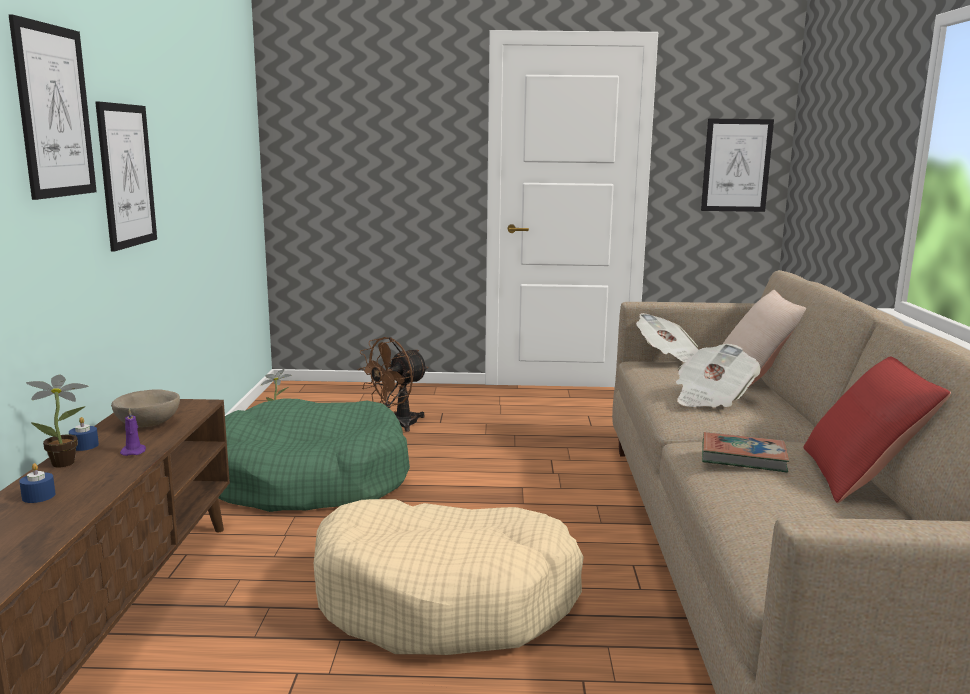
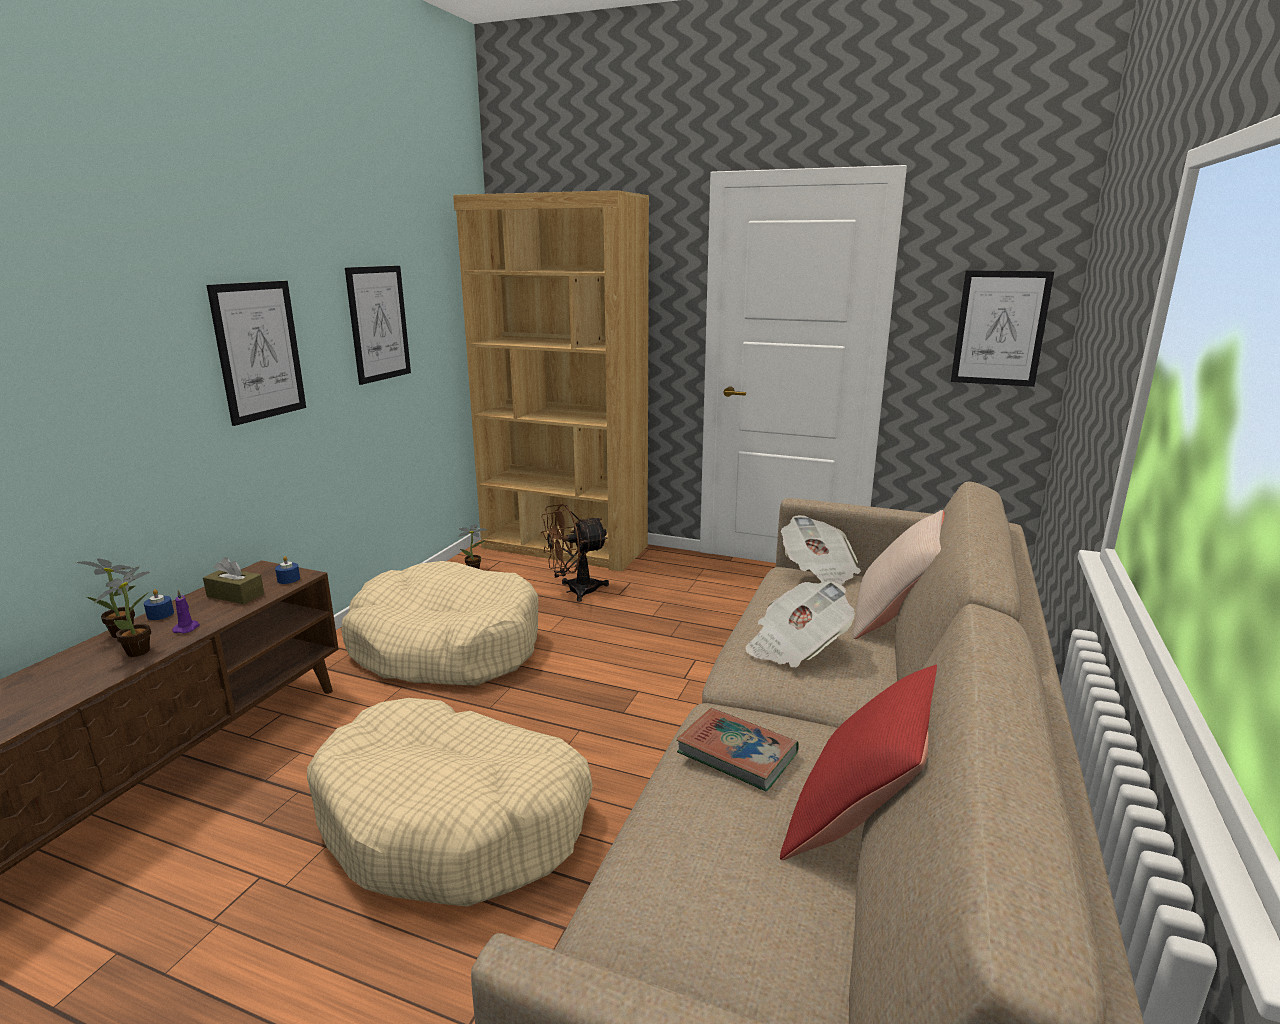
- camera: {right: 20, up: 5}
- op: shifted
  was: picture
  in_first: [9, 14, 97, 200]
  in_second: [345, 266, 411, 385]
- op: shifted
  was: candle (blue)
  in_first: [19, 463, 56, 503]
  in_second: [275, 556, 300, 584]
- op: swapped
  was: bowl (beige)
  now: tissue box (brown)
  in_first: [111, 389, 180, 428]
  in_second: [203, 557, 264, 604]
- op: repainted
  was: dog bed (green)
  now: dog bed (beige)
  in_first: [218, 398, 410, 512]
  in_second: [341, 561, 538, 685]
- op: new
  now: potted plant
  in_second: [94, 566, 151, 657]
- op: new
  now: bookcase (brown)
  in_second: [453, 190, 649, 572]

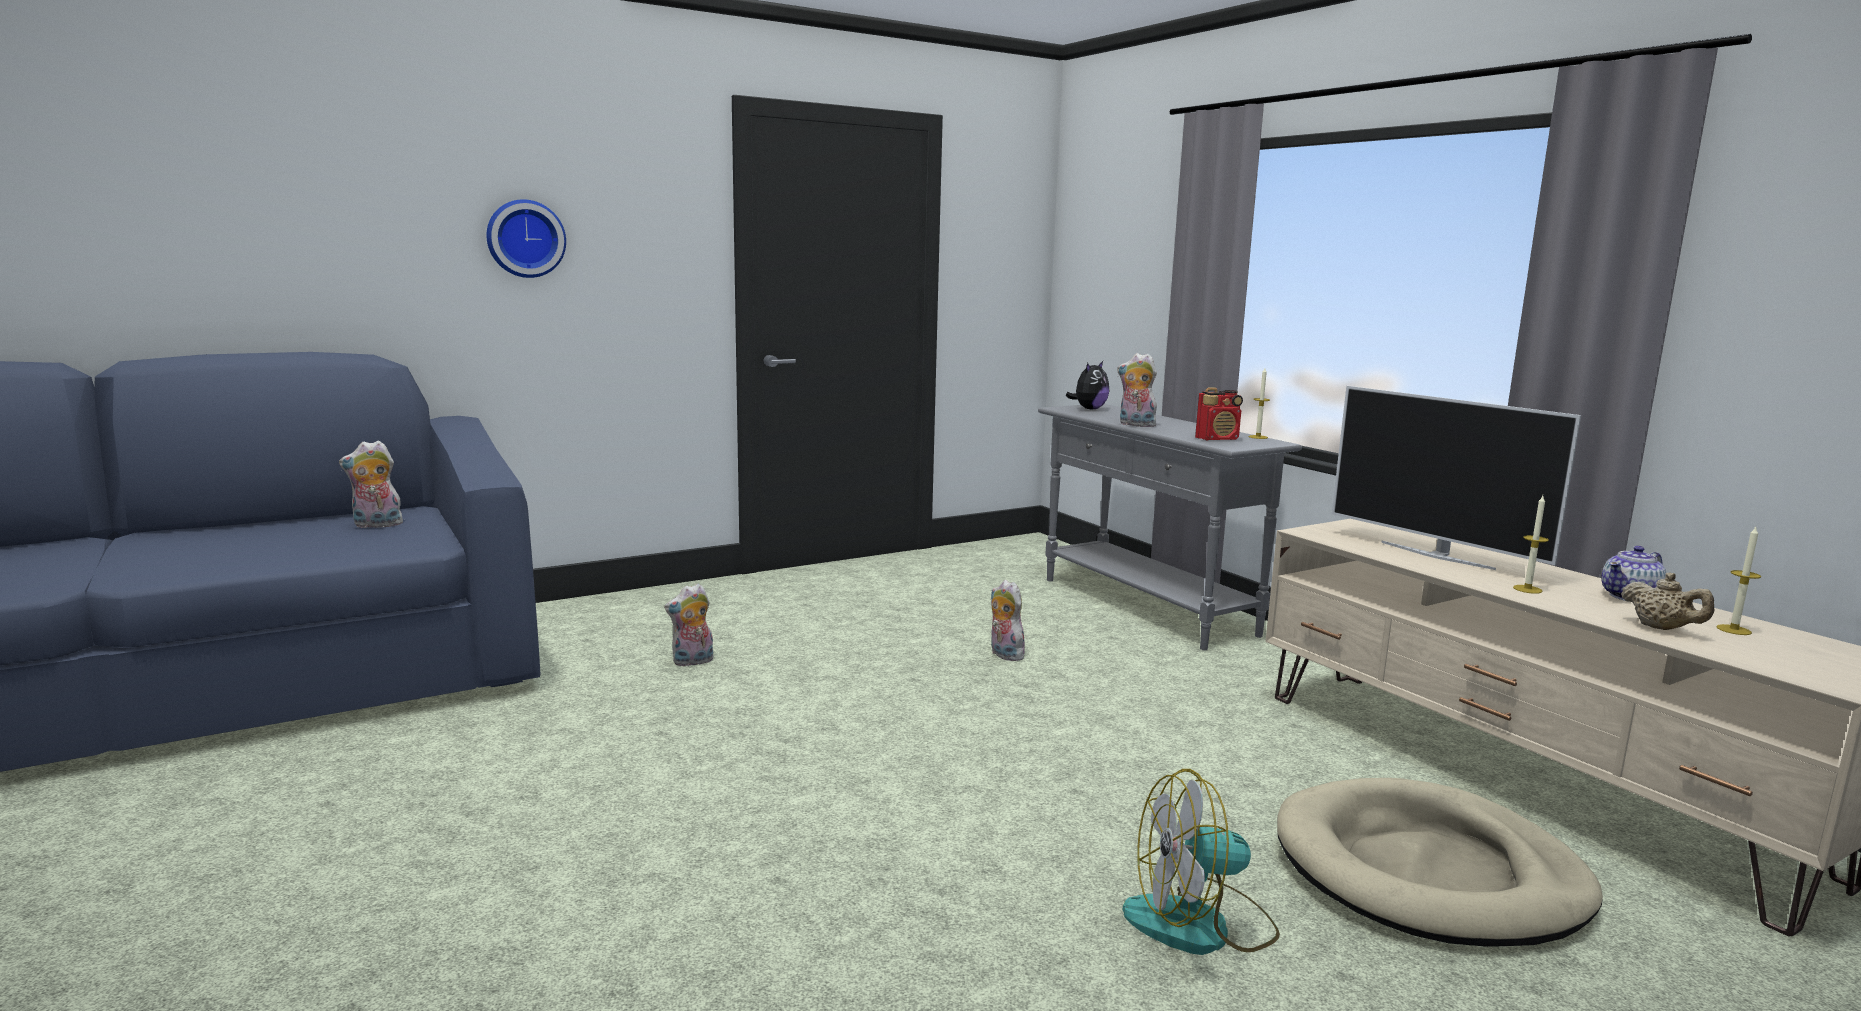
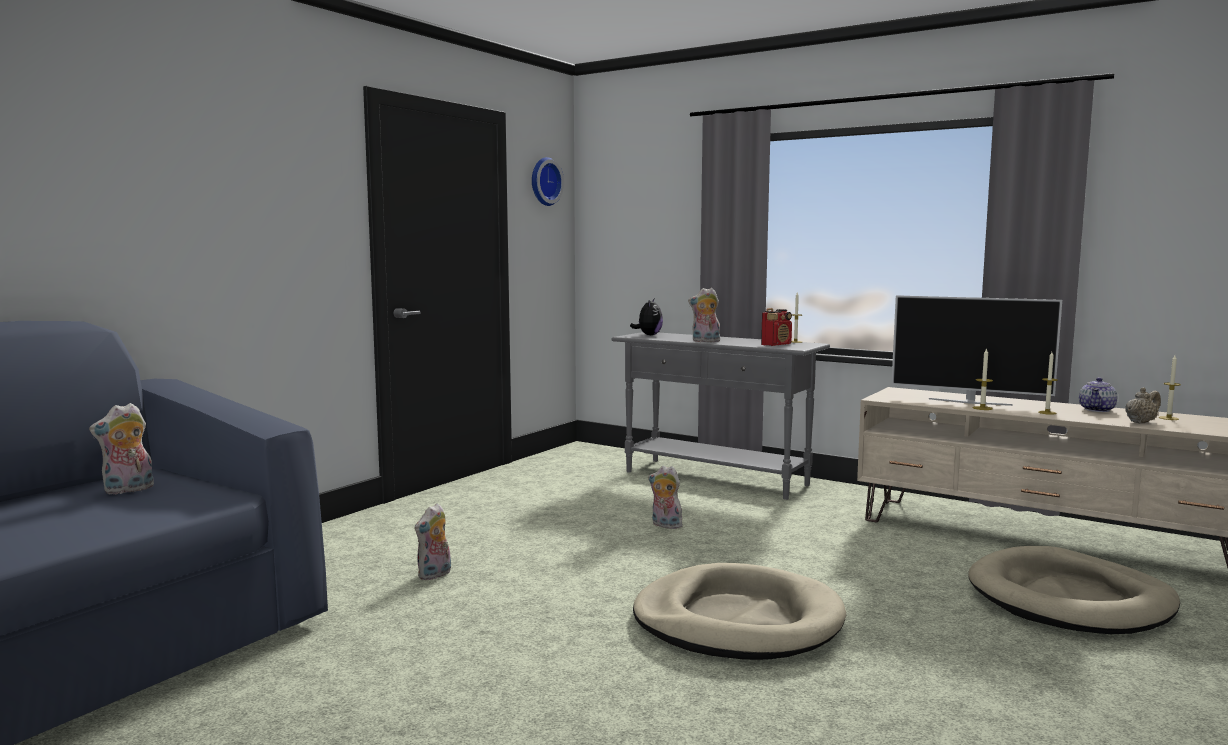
- camera: {right: -25, up: -5}
- op: shifted
  was: wall clock
  in_first: [486, 199, 566, 278]
  in_second: [532, 157, 564, 206]
- op: gone
  was: fan
  in_first: [1123, 769, 1280, 955]
- op: rotated
  was: teapot (beige)
  in_first: [1621, 573, 1715, 630]
  in_second: [1125, 387, 1161, 423]
  clockwise: -60
- op: new
  now: dog bed (beige)
  in_second: [633, 563, 847, 660]
- op: new
  now: candle
  in_second: [972, 348, 993, 410]

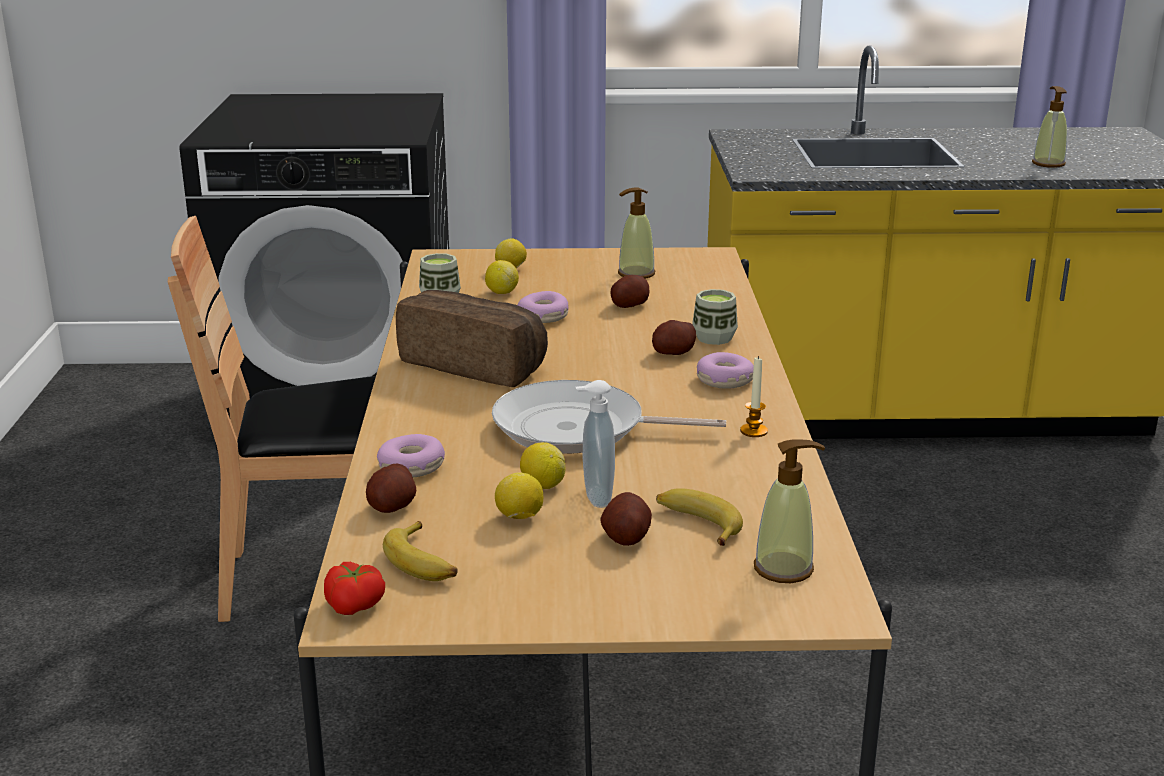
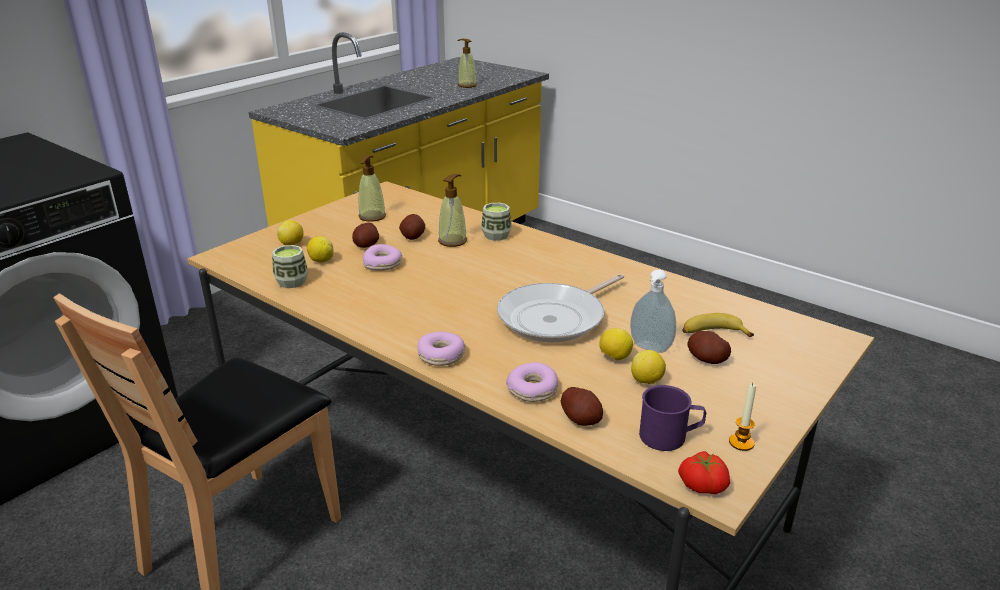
- camera: {right: -50, up: 5}
- op: swapped
  was: banana
  now: mug (purple)
  in_first: [383, 521, 458, 581]
  in_second: [639, 385, 706, 451]
- op: gone
  was: bread
  in_first: [396, 290, 548, 387]
- op: shifted
  was: potato
  in_first: [652, 320, 696, 355]
  in_second: [352, 223, 379, 248]
- op: shifted
  was: donut
  in_first: [697, 352, 754, 389]
  in_second: [417, 332, 466, 366]
- op: shifted
  was: candle
  in_first: [740, 356, 768, 437]
  in_second: [729, 383, 756, 451]
- op: shifted
  was: soap dispenser
  in_first: [754, 440, 825, 583]
  in_second: [438, 174, 467, 247]

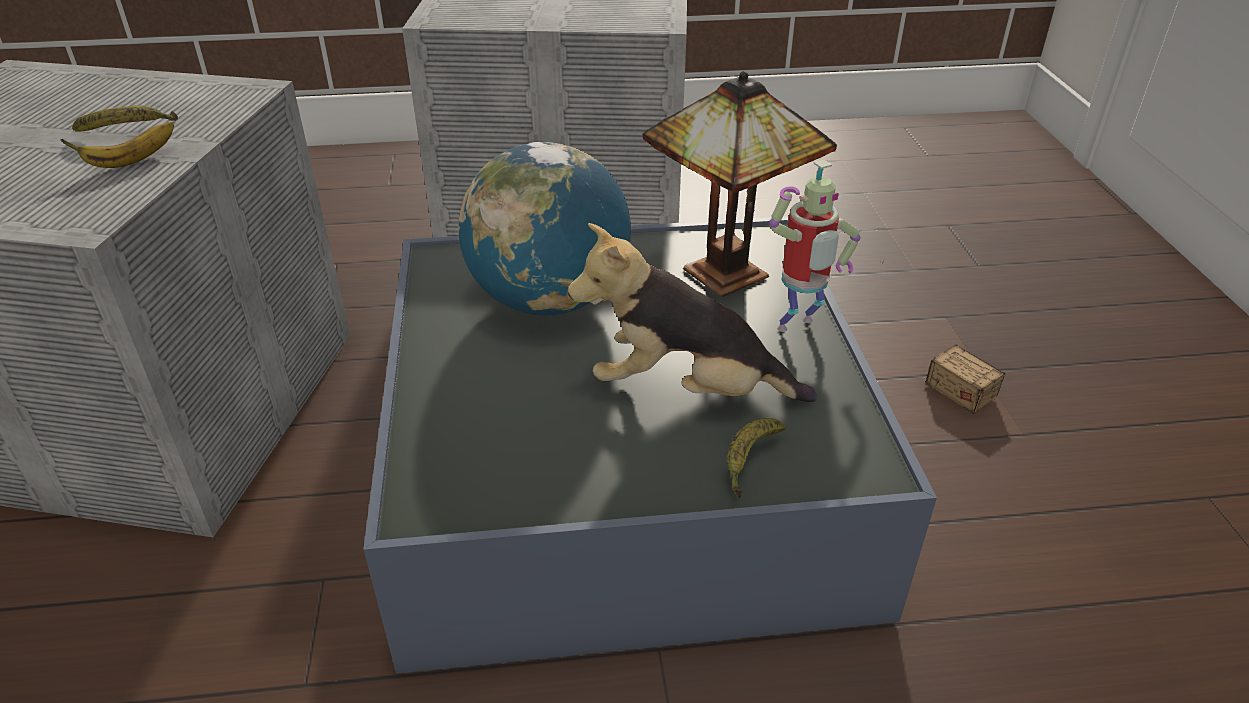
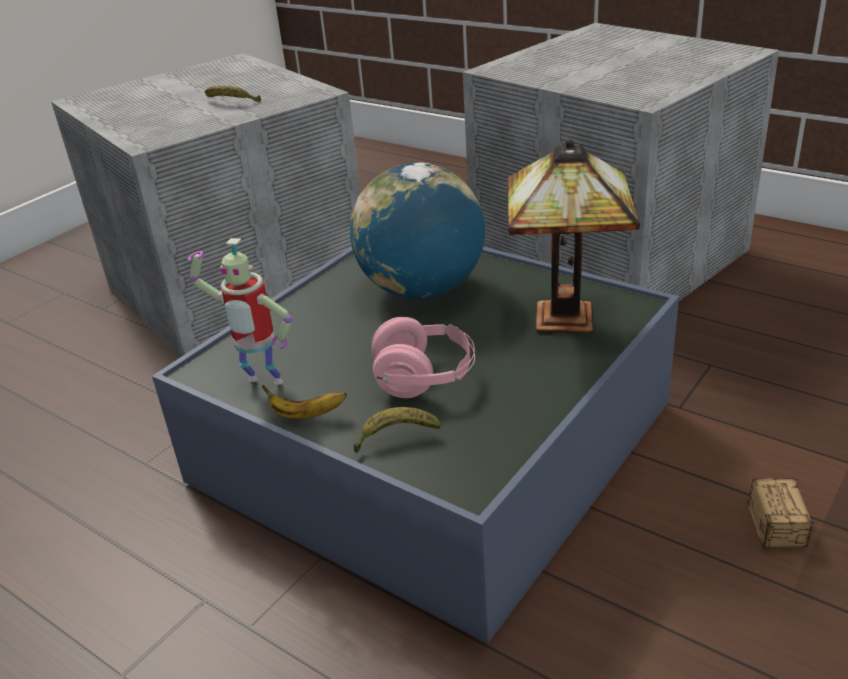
- camera: {right: 45, up: -5}
- op: shifted
  was: banana
  in_first: [60, 122, 174, 168]
  in_second: [261, 385, 347, 419]
- op: swapped
  was: plush toy
  now: headphones (pink)
  in_first: [568, 223, 817, 402]
  in_second: [371, 317, 475, 398]
- op: shifted
  was: toy robot
  in_first: [769, 160, 860, 332]
  in_second: [188, 238, 292, 385]

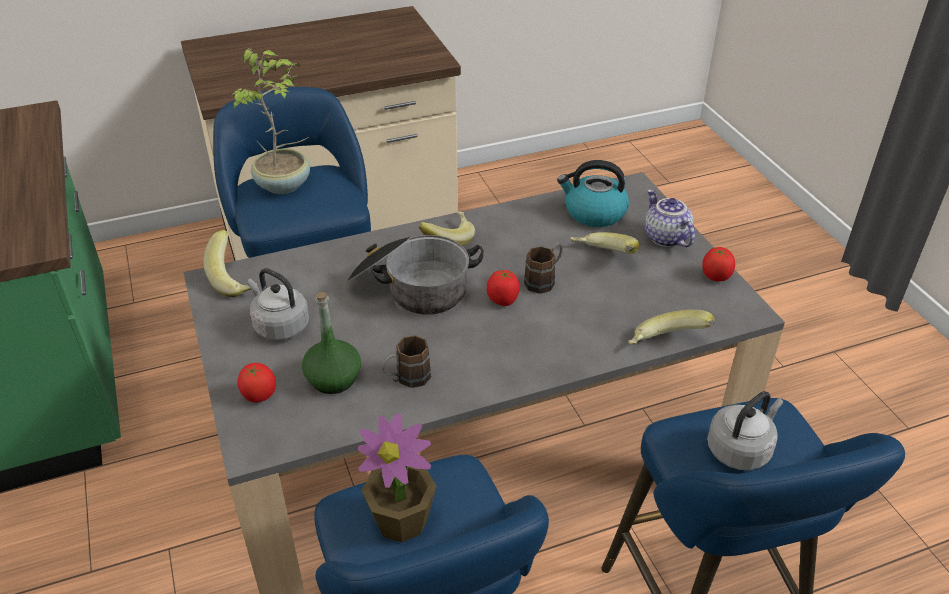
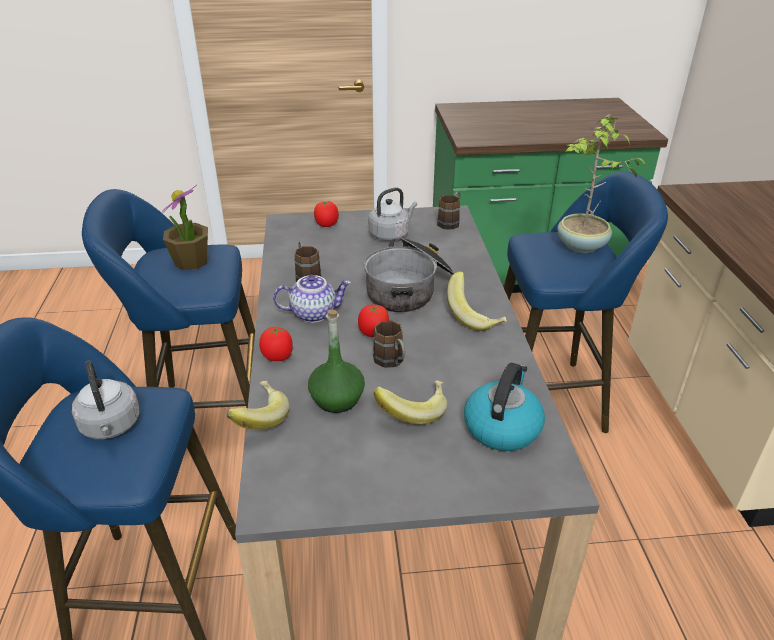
- camera: {right: 105, up: -5}
- op: swapped
  was: banana
  now: mug (brown)
  in_first: [203, 230, 257, 297]
  in_second: [437, 192, 460, 230]
- op: shifted
  was: bottle (green)
  in_first: [302, 292, 361, 394]
  in_second: [308, 310, 365, 413]
- op: shifted
  was: teapot
  in_first: [645, 189, 695, 247]
  in_second: [273, 275, 351, 323]
- op: shifted
  was: tomato
  in_first: [702, 247, 735, 282]
  in_second: [259, 326, 293, 361]

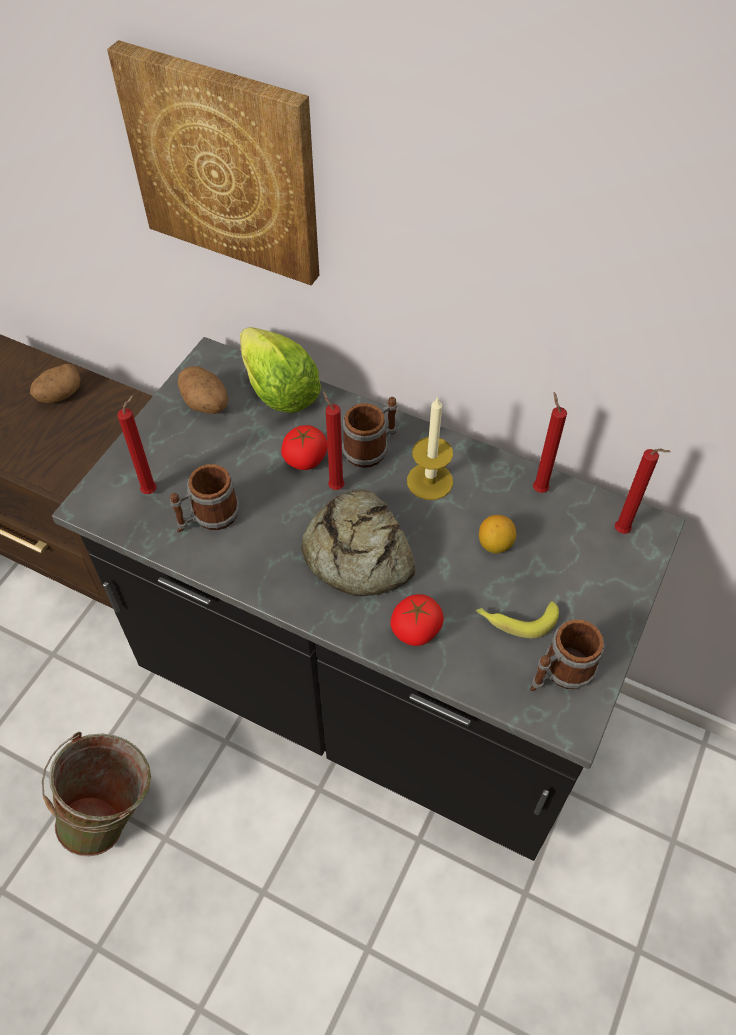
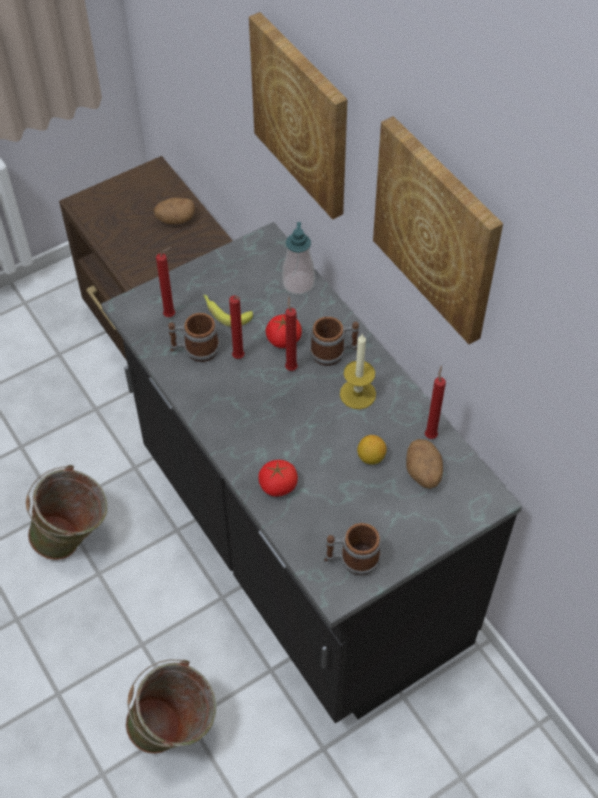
- camera: {right: 30, up: 0}
- op: shifted
  was: potato
  in_first: [178, 366, 228, 414]
  in_second: [406, 439, 443, 489]
- op: swapped
  was: lettuce
  now: soap dispenser
  in_first: [240, 327, 321, 413]
  in_second: [282, 222, 315, 295]
- op: gone
  was: bread
  in_first: [301, 489, 415, 596]
- op: shifted
  was: banana
  in_first: [476, 601, 559, 639]
  in_second: [203, 295, 253, 327]
- op: shifted
  was: candle (red)
  in_first: [615, 448, 671, 534]
  in_second: [229, 295, 245, 359]
- op: new
  now: bucket (green)
  in_second: [126, 659, 216, 754]
- op: new
  now: picture
  in_second: [373, 116, 503, 344]

